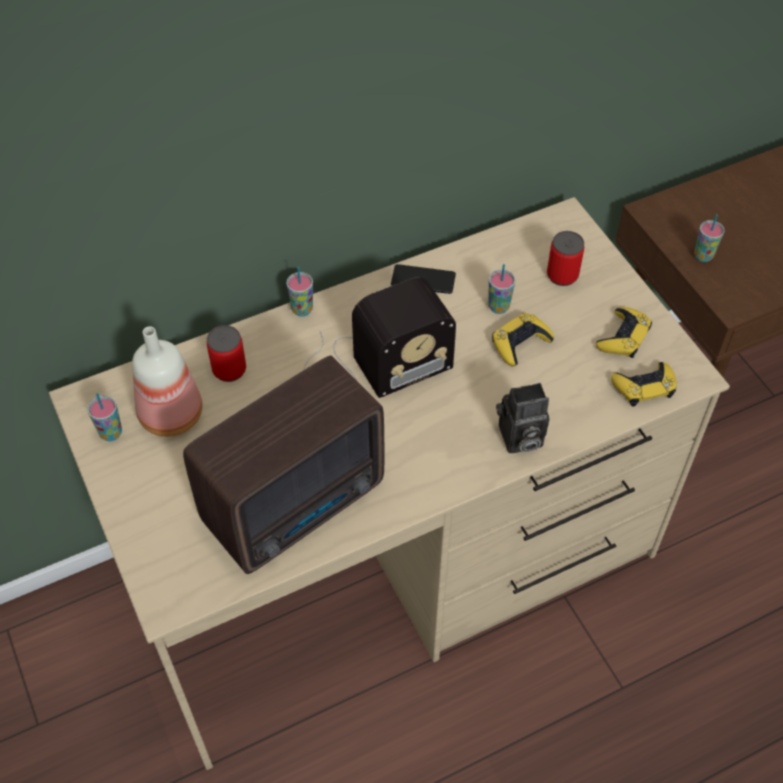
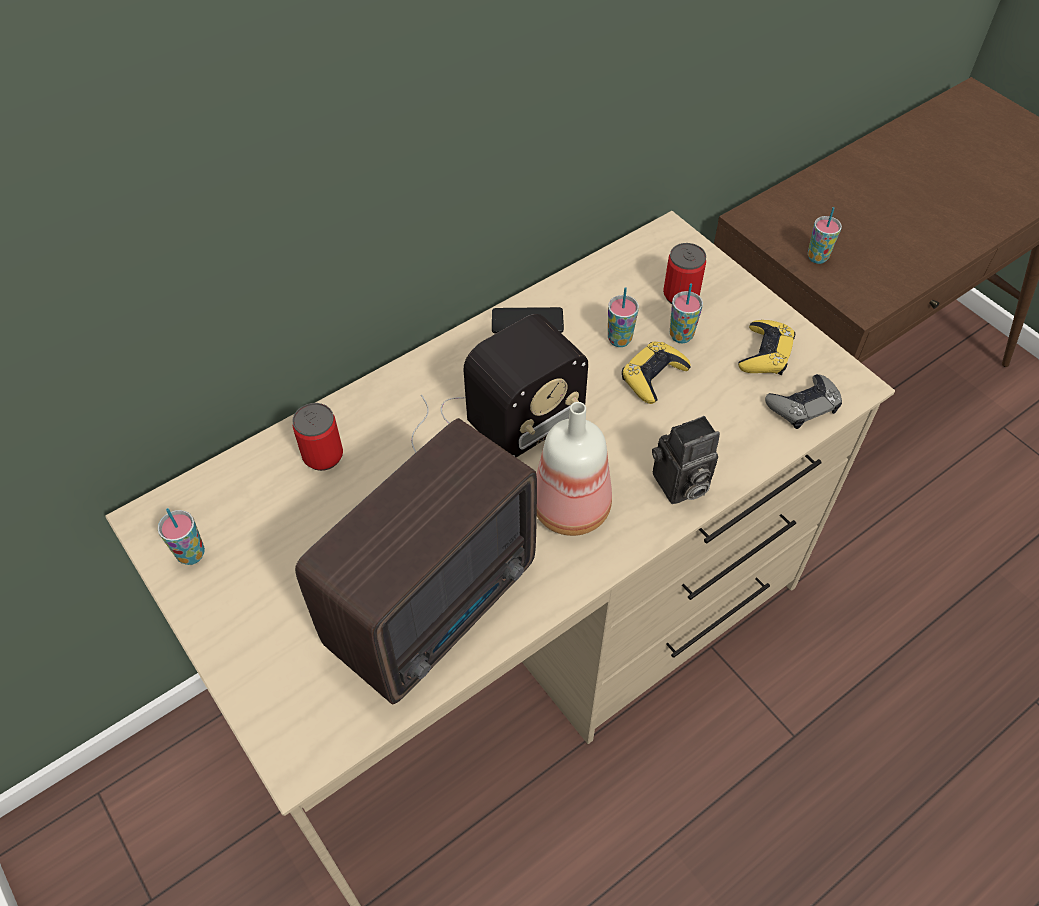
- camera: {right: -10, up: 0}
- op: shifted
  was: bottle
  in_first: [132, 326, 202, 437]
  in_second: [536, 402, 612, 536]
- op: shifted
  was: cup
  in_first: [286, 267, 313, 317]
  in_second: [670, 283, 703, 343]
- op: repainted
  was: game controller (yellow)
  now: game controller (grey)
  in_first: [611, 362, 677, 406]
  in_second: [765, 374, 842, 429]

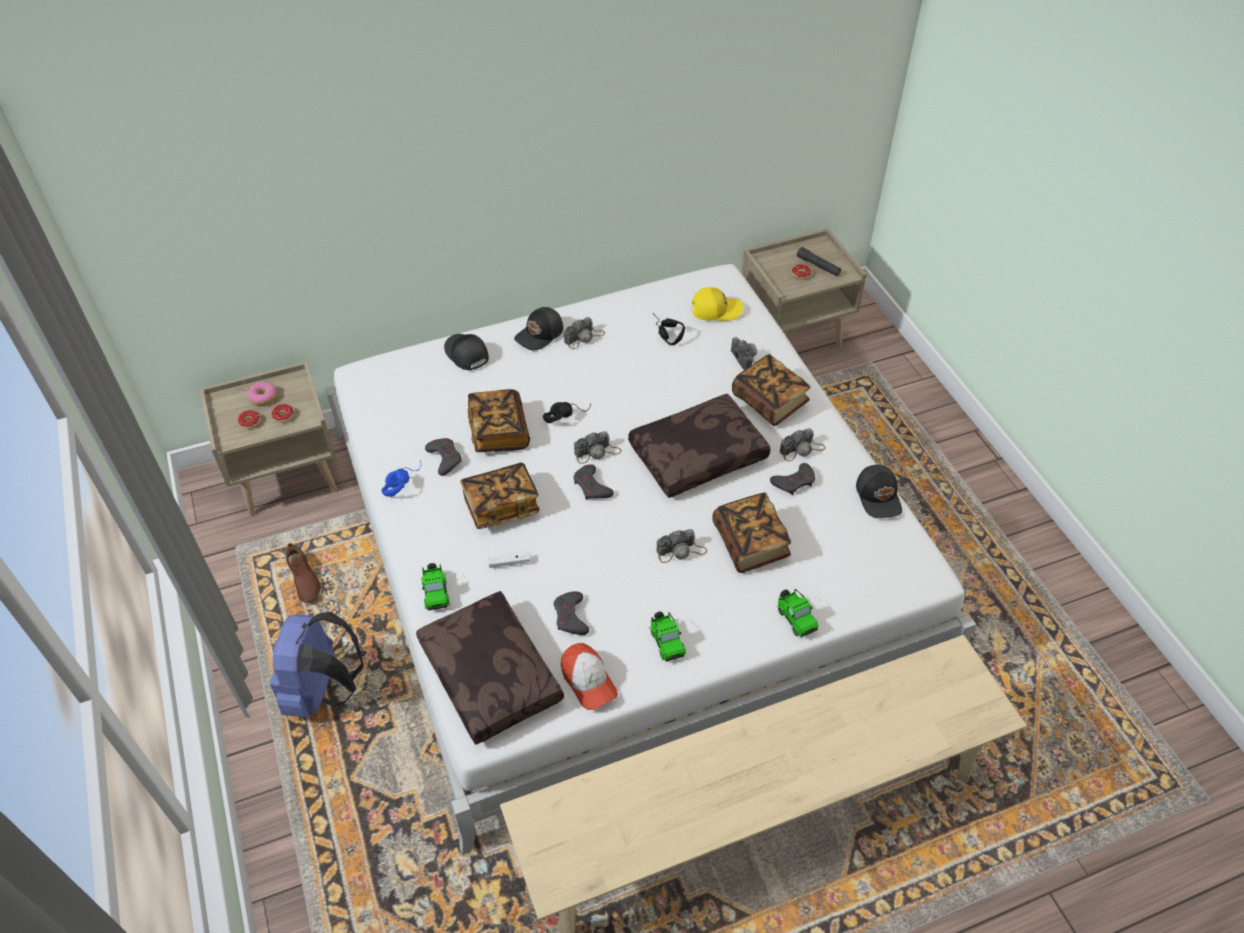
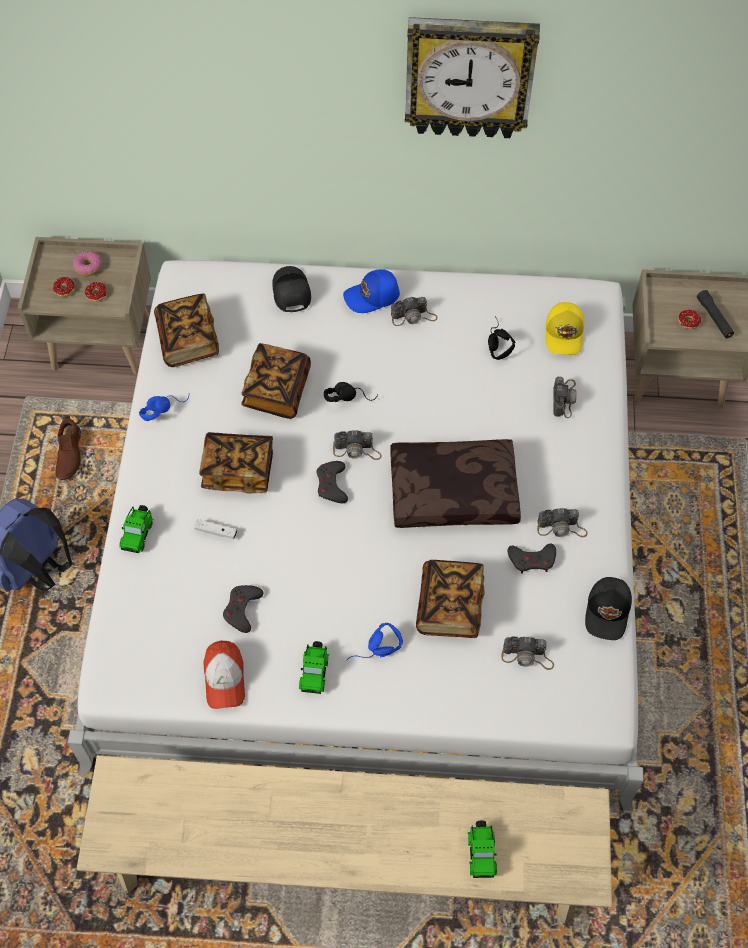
- camera: {right: 25, up: 10}
- op: gone
  was: pillow (brown)
  in_first: [416, 591, 564, 745]
- op: gone
  was: game controller (grey)
  in_first: [425, 438, 462, 476]
- op: repainted
  was: cap (black)
  now: cap (blue)
  in_first: [514, 307, 563, 350]
  in_second: [343, 269, 400, 313]
- op: shifted
  was: photo camera
  in_first: [656, 529, 707, 563]
  in_second: [501, 636, 554, 670]
- op: rotated
  was: cap (yellow)
  in_first: [692, 287, 743, 321]
  in_second: [546, 302, 584, 355]
  clockwise: 75
- op: shifted
  was: book
  in_first: [732, 354, 810, 426]
  in_second: [154, 293, 219, 367]
- op: shifted
  was: toy car
  in_first: [777, 589, 818, 637]
  in_second: [468, 820, 497, 878]
- op: new
  now: headphones (blue)
  in_second: [347, 623, 403, 660]
- op: new
  now: wall clock
  in_second: [405, 17, 540, 138]

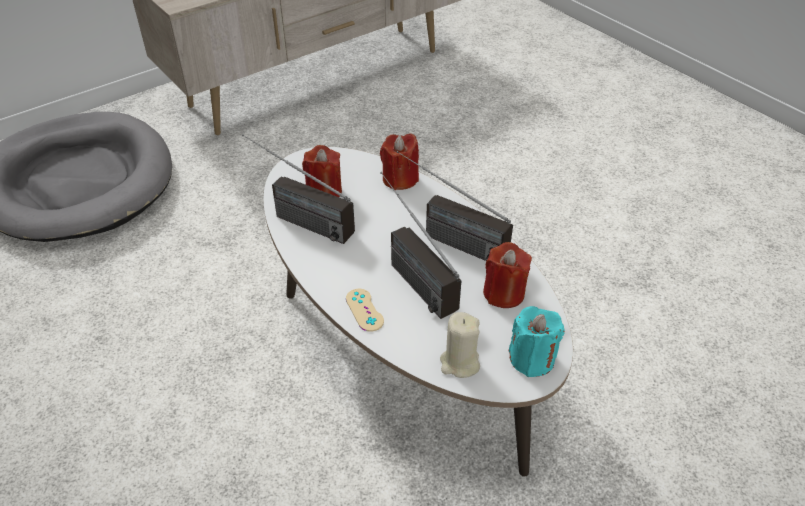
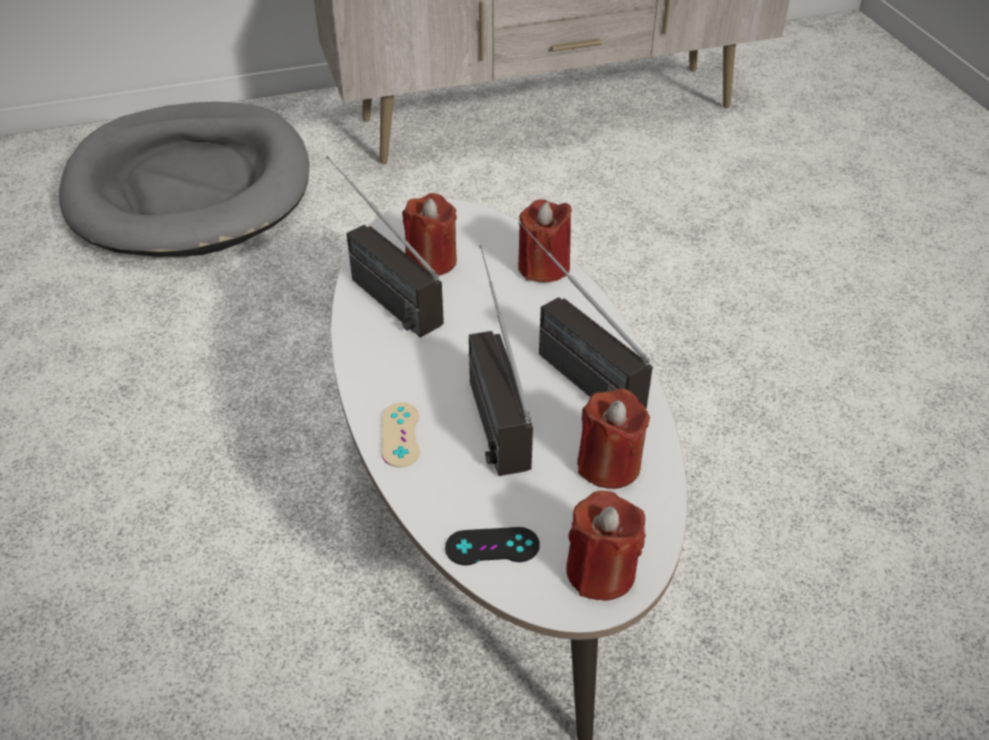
- camera: {right: 20, up: 0}
- op: swapped
  was: candle (beige)
  now: game controller (black)
  in_first: [440, 312, 480, 378]
  in_second: [445, 527, 540, 566]
- op: repainted
  was: candle (turquoise)
  now: candle (red)
  in_first: [509, 306, 565, 377]
  in_second: [566, 491, 646, 601]

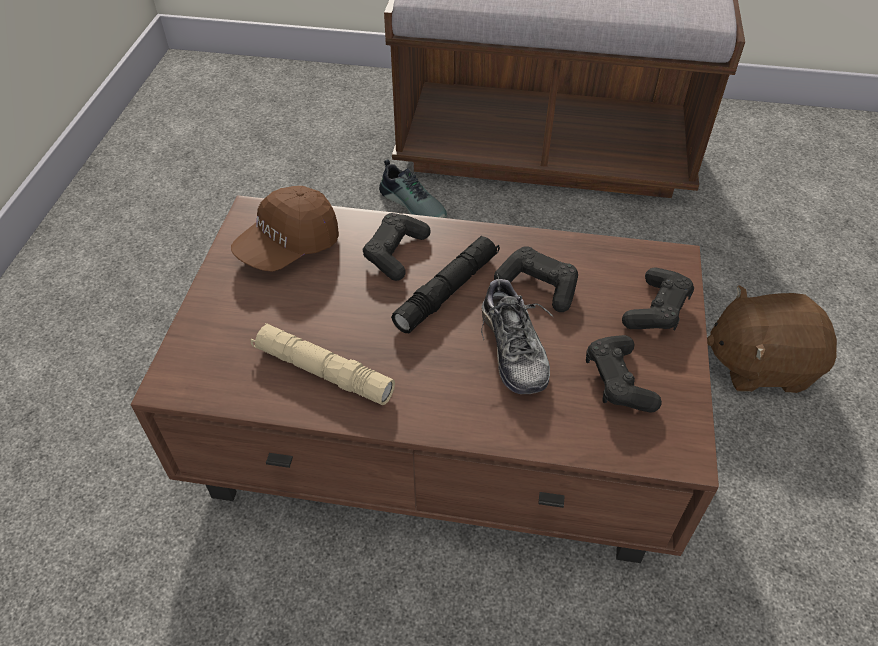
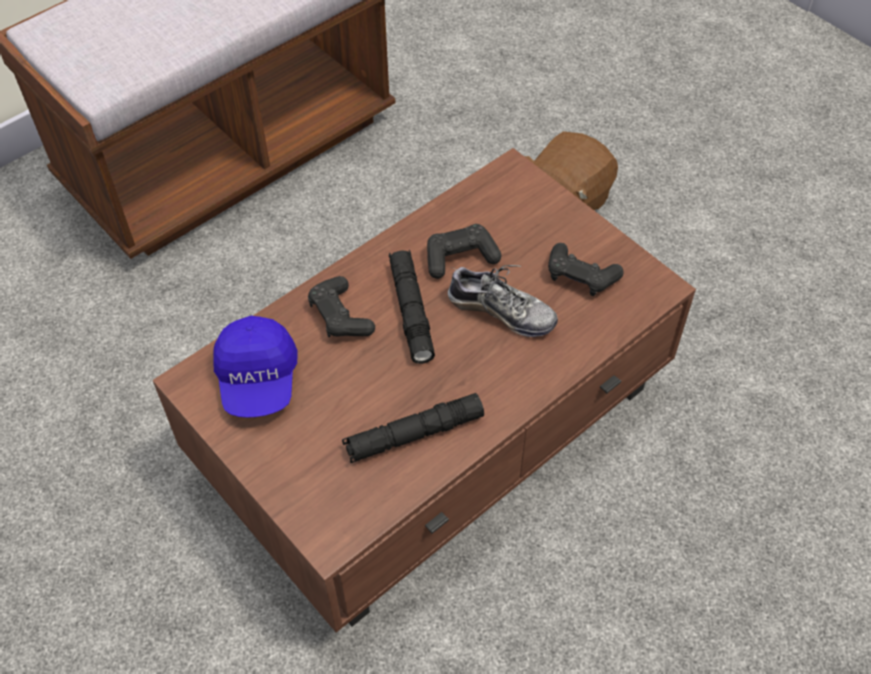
- camera: {right: -50, up: 5}
- op: repainted
  was: cap (brown)
  now: cap (blue)
  in_first: [231, 186, 339, 272]
  in_second: [213, 316, 298, 418]
- op: repainted
  was: flashlight (beige)
  now: flashlight (black)
  in_first: [251, 323, 395, 405]
  in_second: [342, 393, 484, 463]
- op: gone
  was: shoe
  in_first: [379, 159, 447, 218]
- op: gone
  was: game controller (black)
  in_first: [622, 267, 694, 331]

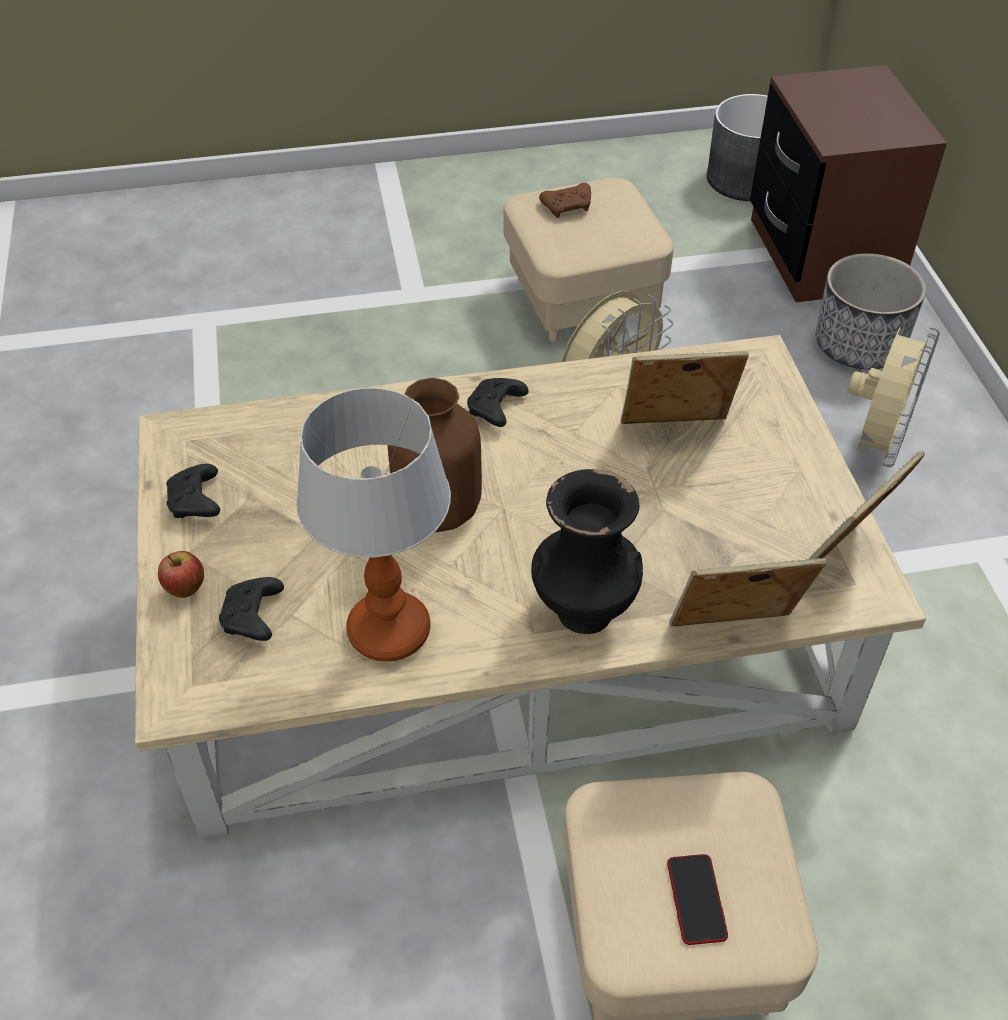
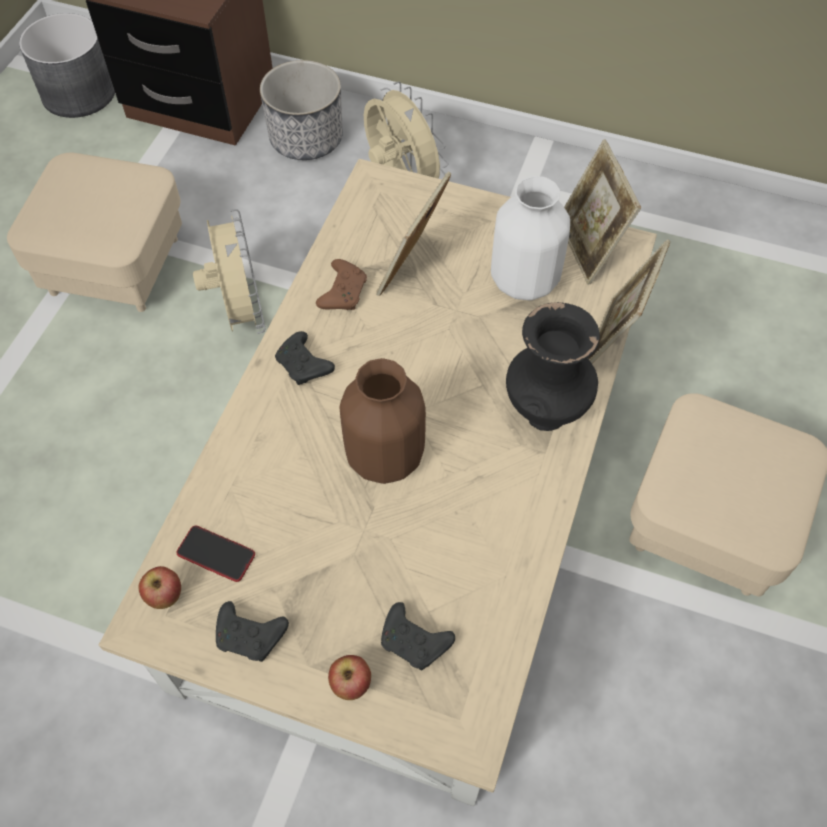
- camera: {right: -60, up: 10}
- op: gone
  was: table lamp
  in_first: [296, 387, 451, 662]
- op: shifted
  was: game controller (brown)
  in_first: [539, 183, 591, 218]
  in_second: [316, 259, 367, 310]
- op: shifted
  was: phone
  in_first: [667, 854, 728, 945]
  in_second: [176, 526, 255, 582]
- op: new
  now: apple
  in_second: [138, 566, 181, 609]
- op: new
  now: vase (white)
  in_second: [491, 176, 570, 300]

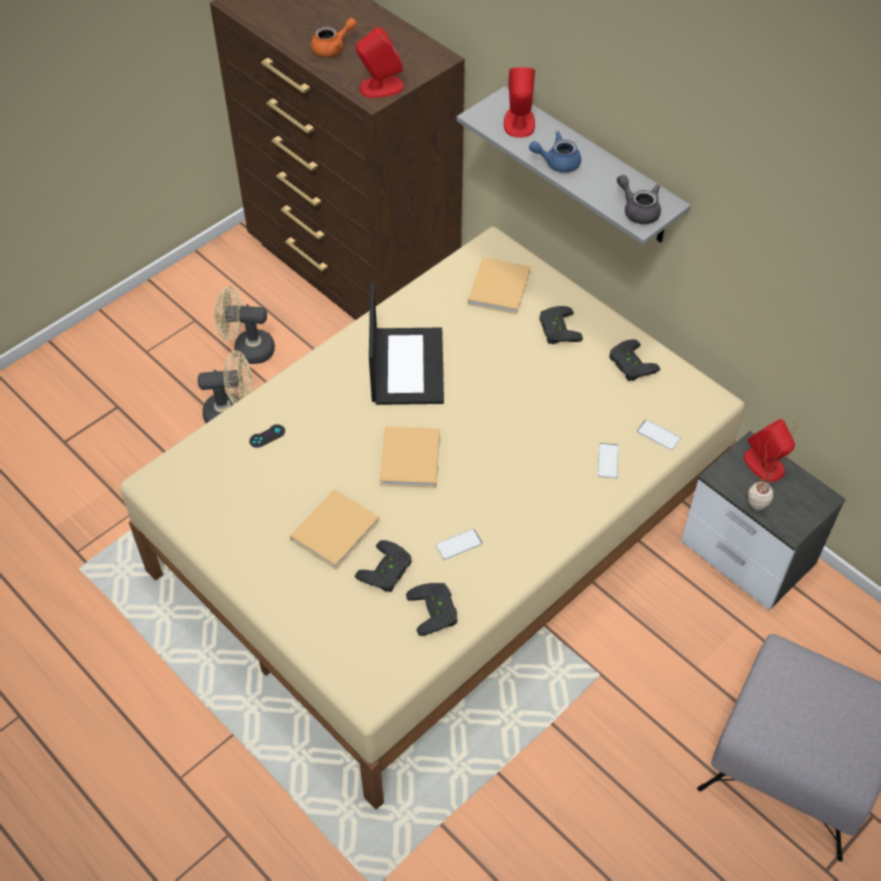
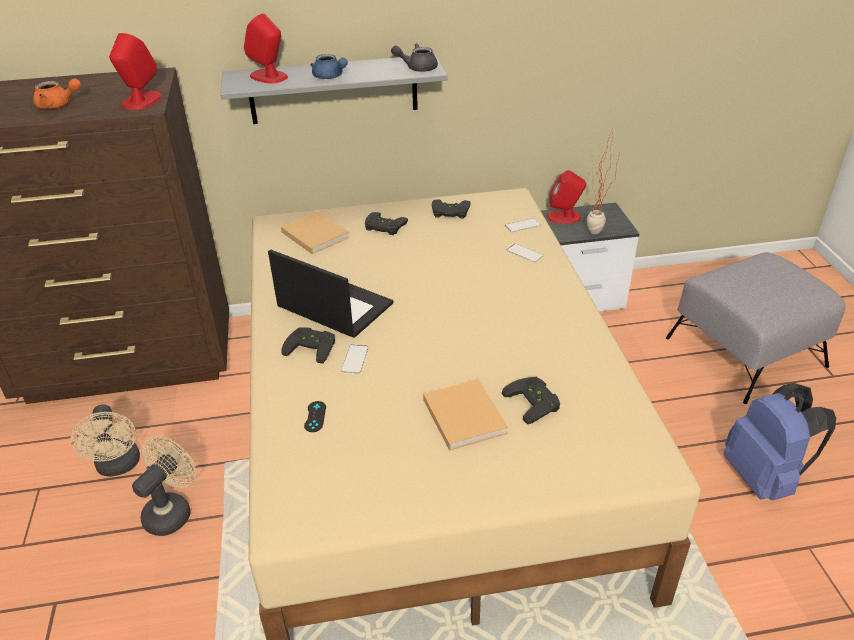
- camera: {right: -55, up: -15}
- op: rotated
  was: fan (beige)
  in_first: [214, 286, 275, 364]
  in_second: [71, 404, 140, 477]
  clockwise: -60
- op: rotated
  was: teapot (orange)
  in_first: [311, 18, 357, 57]
  in_second: [33, 78, 81, 109]
  clockwise: 90
- op: gone
  was: book (beige)
  in_first: [380, 426, 440, 488]
- op: shifted
  was: game controller (black)
  in_first: [406, 583, 457, 636]
  in_second: [281, 327, 335, 364]
- op: shifted
  was: phone
  in_first: [436, 529, 482, 560]
  in_second: [341, 344, 369, 374]
- op: rotated
  was: teapot (blue)
  in_first: [529, 131, 581, 173]
  in_second: [310, 54, 348, 79]
  clockwise: -75
- op: new
  now: backpack (blue)
  in_second: [724, 383, 836, 501]

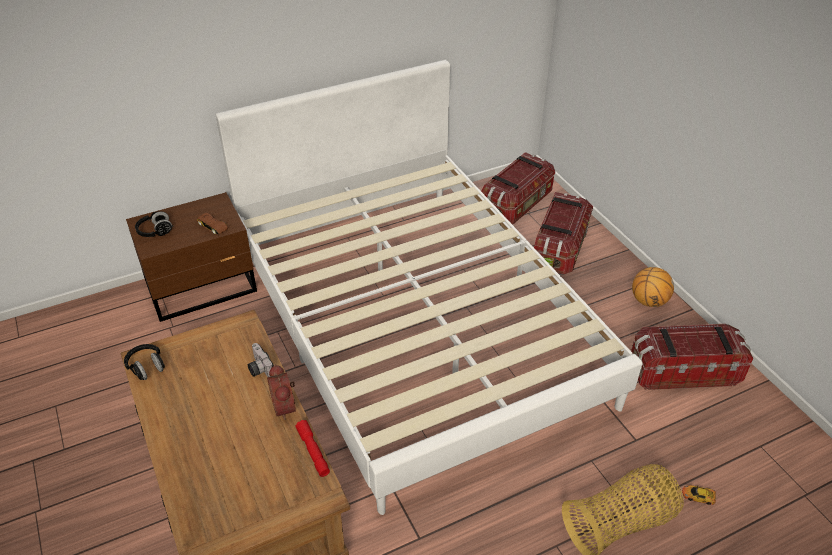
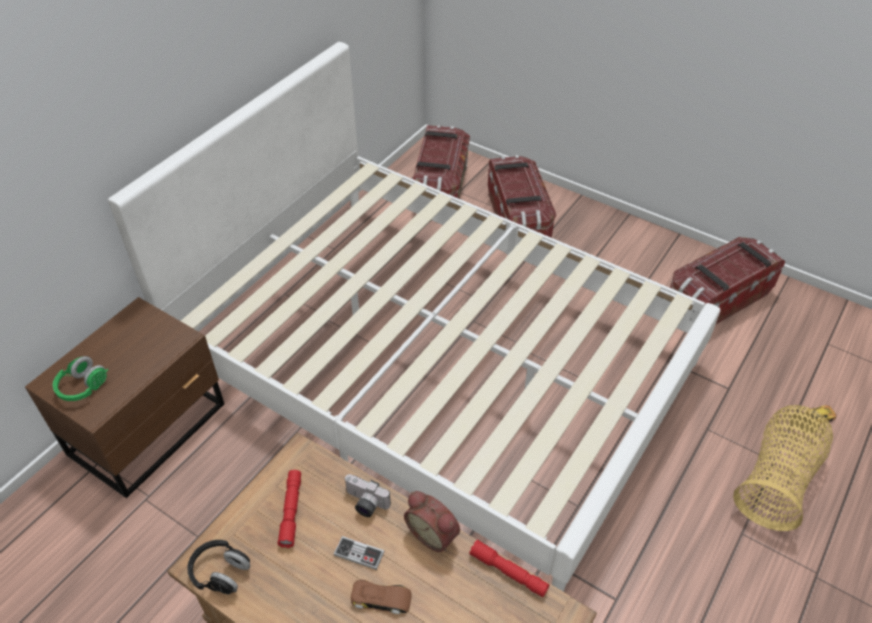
- camera: {right: -30, up: 5}
- op: repainted
  was: headphones (black)
  now: headphones (green)
  in_first: [135, 211, 173, 237]
  in_second: [53, 356, 109, 401]
- op: shifted
  was: toy car (brown)
  in_first: [197, 213, 228, 234]
  in_second: [351, 580, 412, 614]
- op: gone
  was: basketball
  in_first: [632, 267, 674, 307]
- op: new
  now: flashlight (red)
  in_second: [277, 470, 301, 548]
- op: new
  now: game controller
  in_second: [334, 536, 385, 570]

